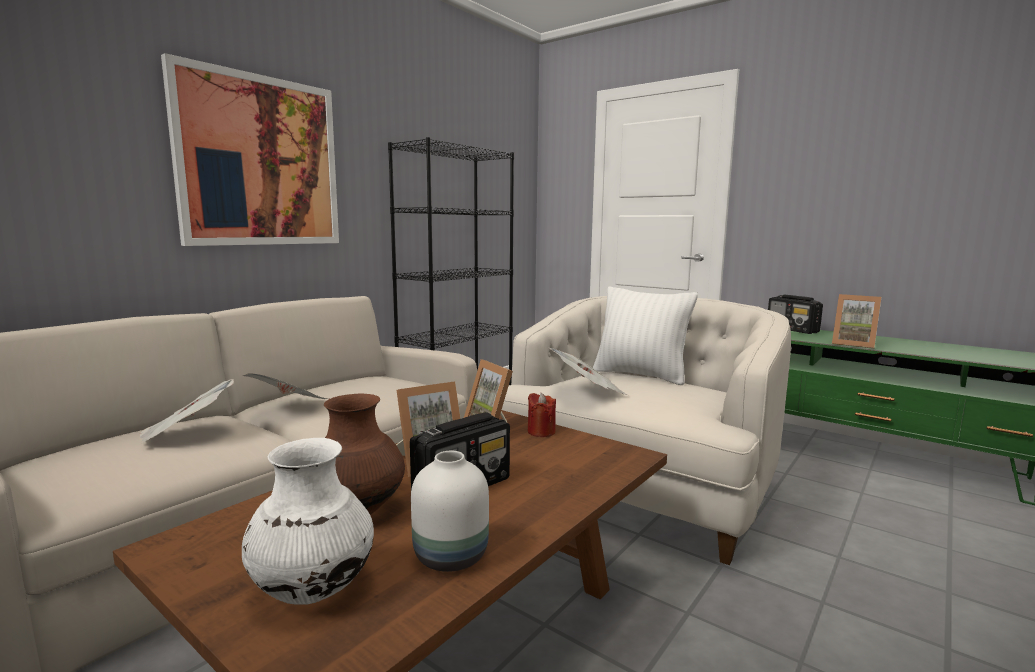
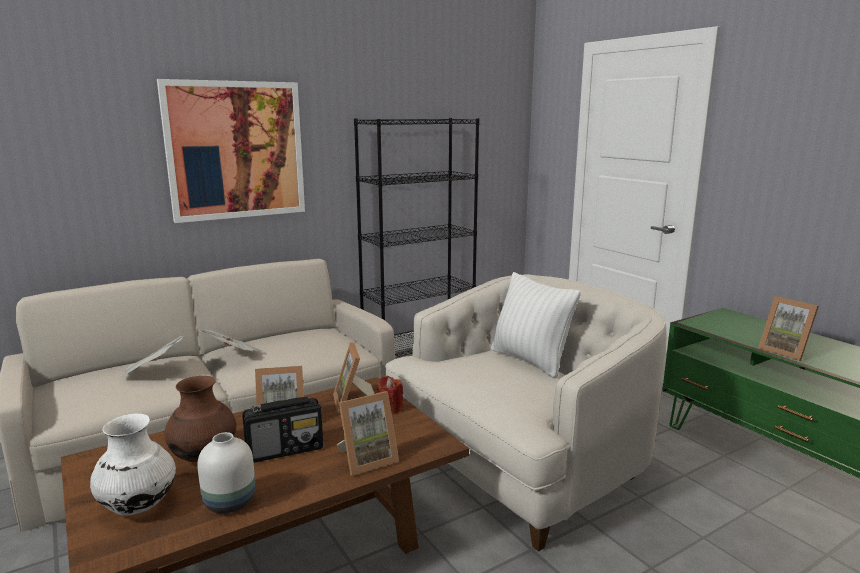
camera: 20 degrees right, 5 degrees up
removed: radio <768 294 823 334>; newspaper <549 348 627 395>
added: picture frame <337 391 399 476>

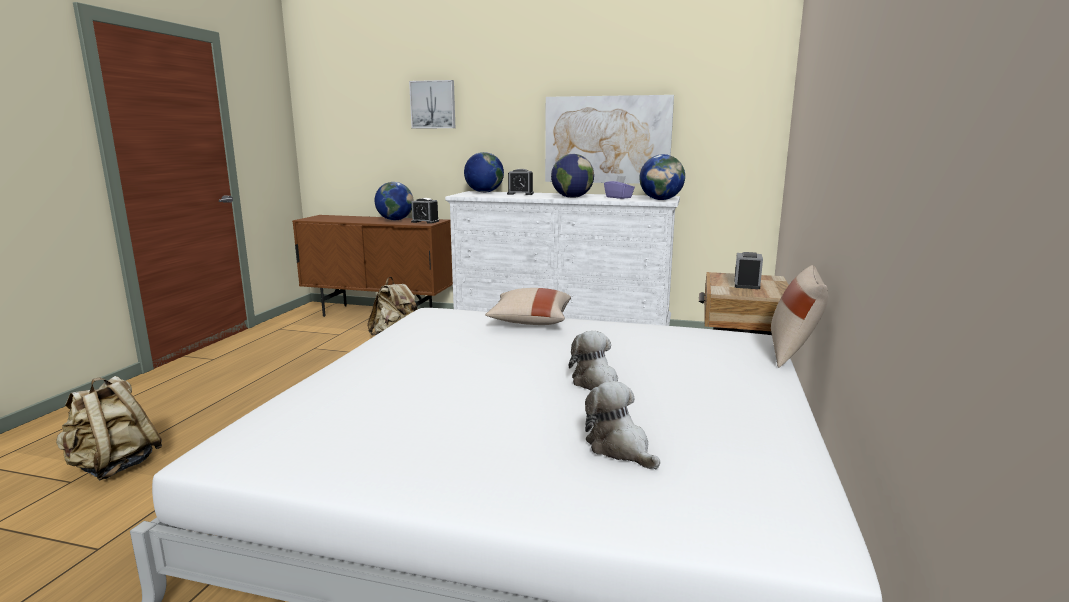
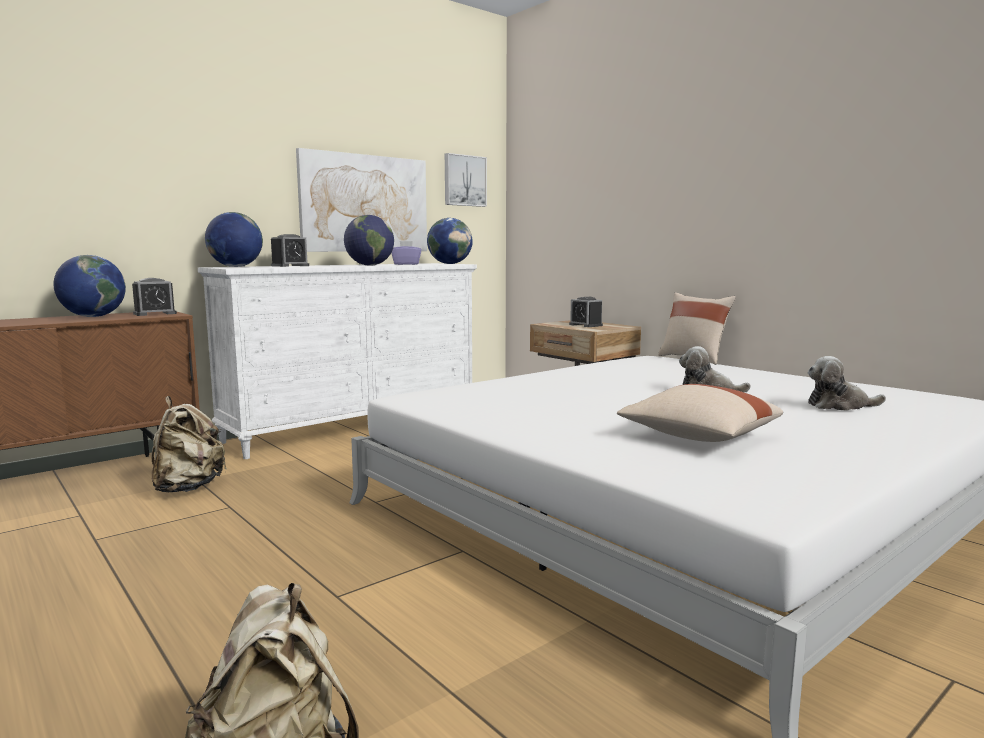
camera: 55 degrees left, 5 degrees down
moved: picture <409 80 455 128> to <445 153 487 207>; pillow (beige) <485 288 571 325> to <617 384 783 442>

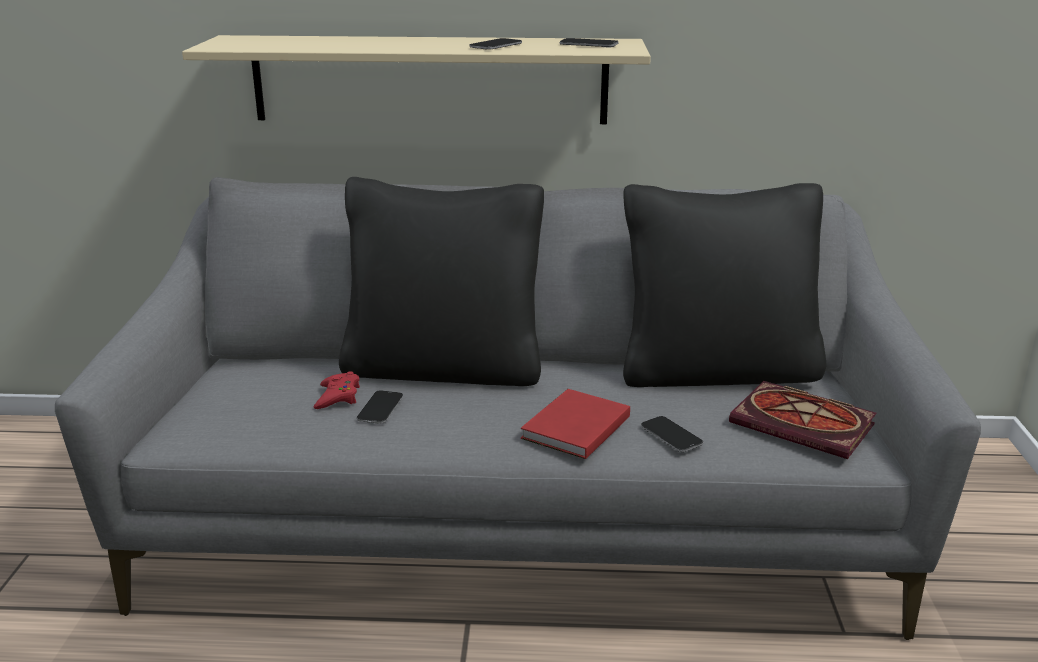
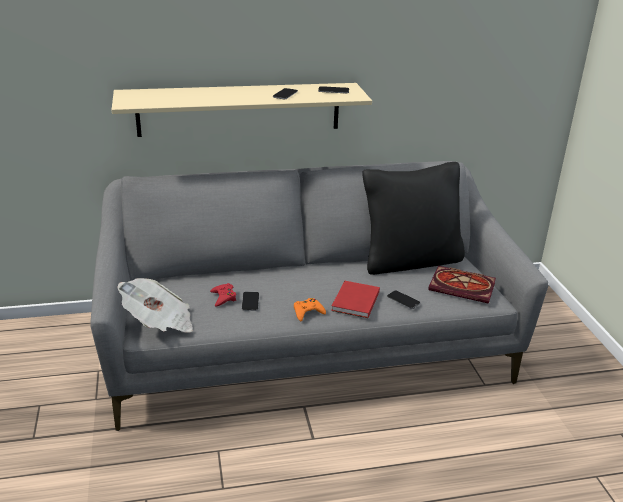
camera: 15 degrees left, 5 degrees up
removed: pillow (black) <339 177 544 386>
added: newspaper <117 278 193 333>; game controller (orange) <294 298 326 321>

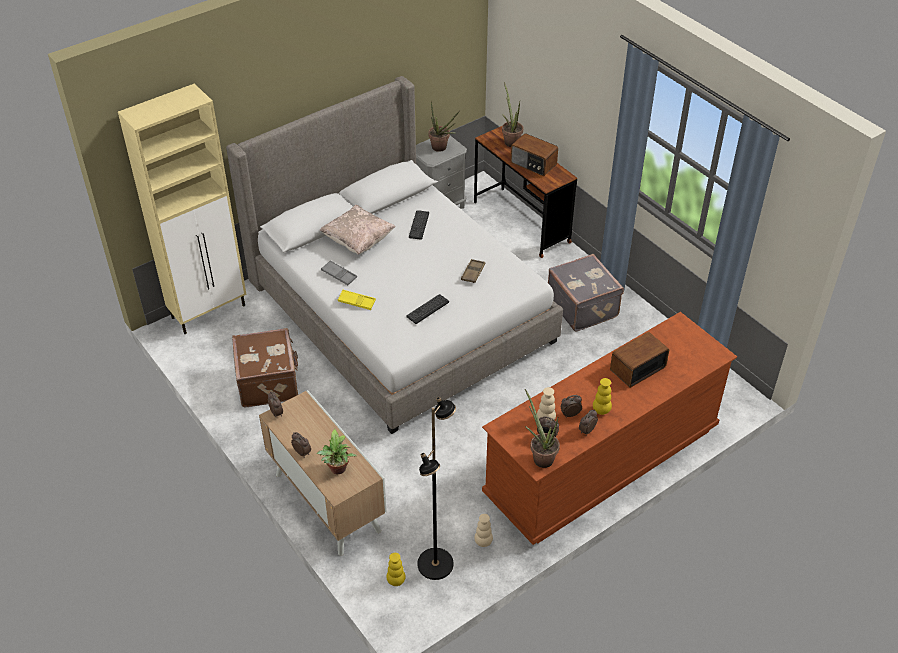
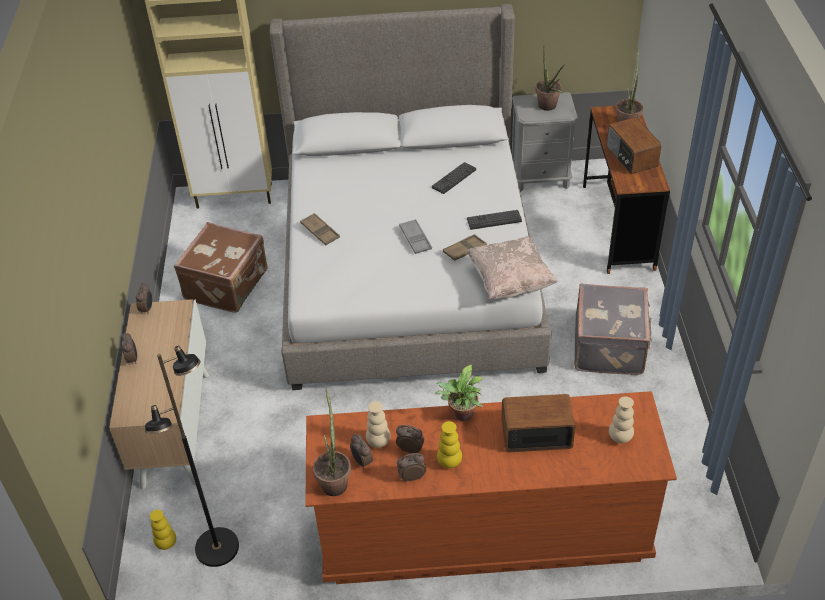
camera: 35 degrees right, 0 degrees up
moved: pillow (beige) <320 205 395 255> to <466 236 558 299>; tray (grey) <321 260 357 285> to <399 219 432 254>; keyboard <407 294 449 324> to <467 210 522 230>; potted plant <317 429 357 474> to <435 364 483 421>; vase (beige) <474 514 493 547> to <609 396 634 443>
recoloured: tray (yellow) <338 290 376 310> to tray (brown) <300 213 340 246>

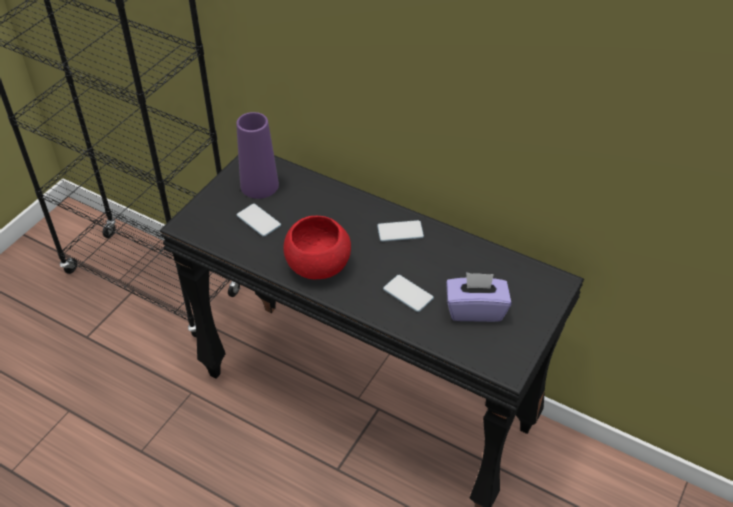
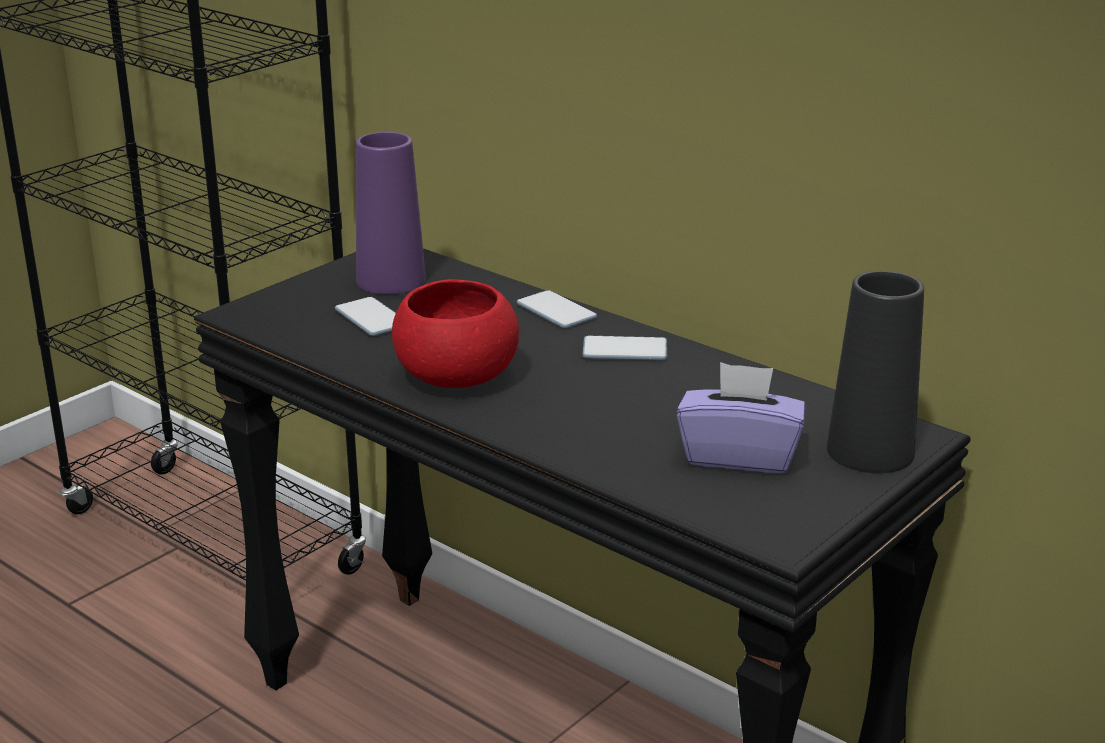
camera: 10 degrees right, 20 degrees down
added: vase (black) <827 271 924 473>
moved: phone <383 275 434 312> to <517 290 597 328>

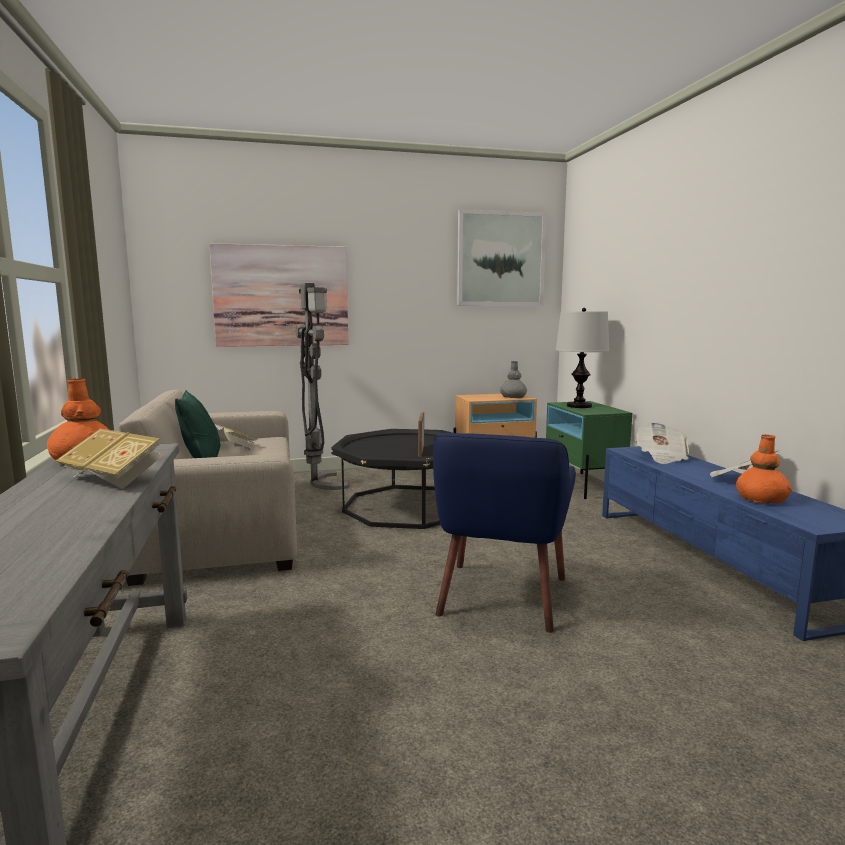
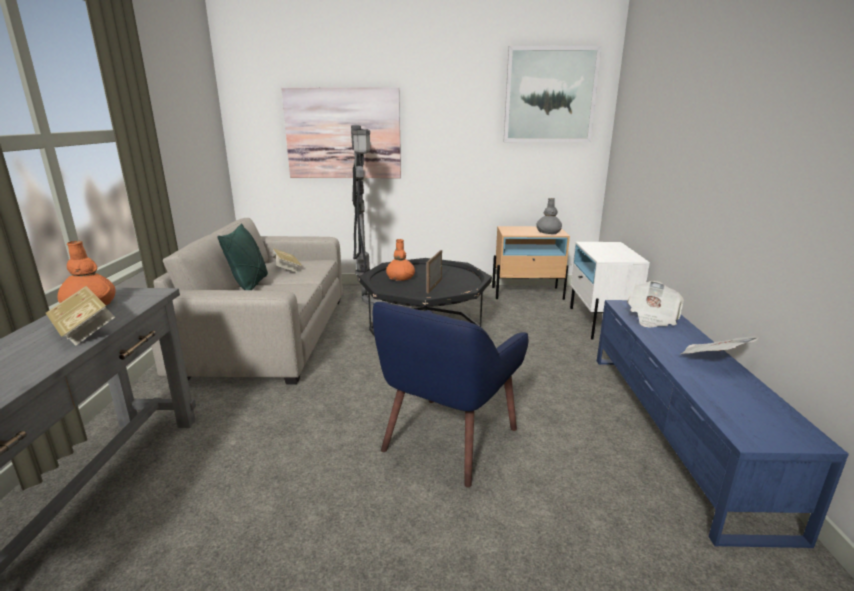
camera: 15 degrees right, 10 degrees up
removed: table lamp <556 308 609 408>
moved: vase (orange) <736 435 792 504> to <386 239 415 281>
recoloured: nightstand (green) <546 401 632 499> to nightstand (white) <570 242 650 339>

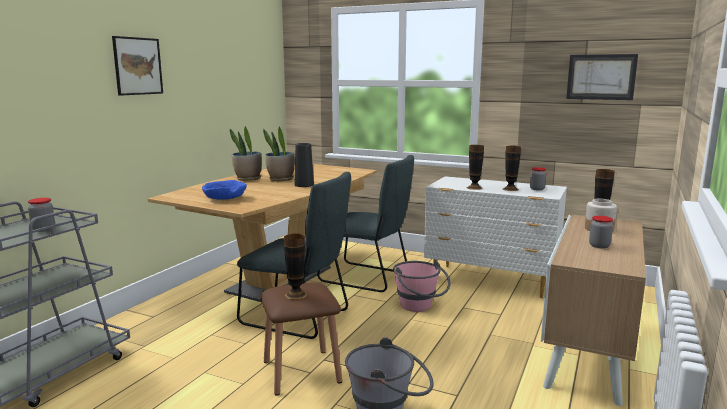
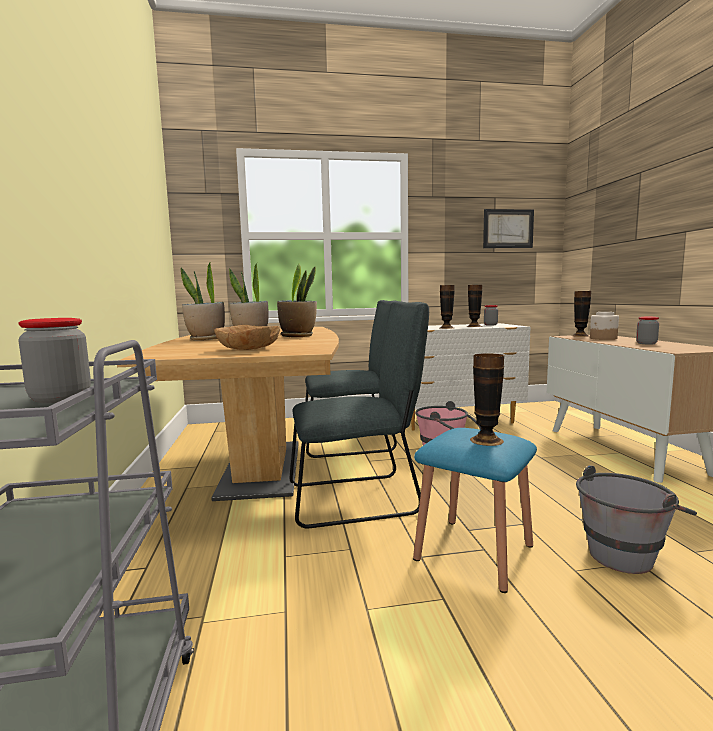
camera: 35 degrees left, 5 degrees down
removed: picture <112 36 163 96>
replaced: vase (black) <295 143 314 187> to potted plant <277 263 317 337>
recoloured: bowl (blue) <202 180 247 200> to bowl (brown) <214 325 280 350>; stool (brown) <261 282 342 396> to stool (blue) <413 428 537 593>

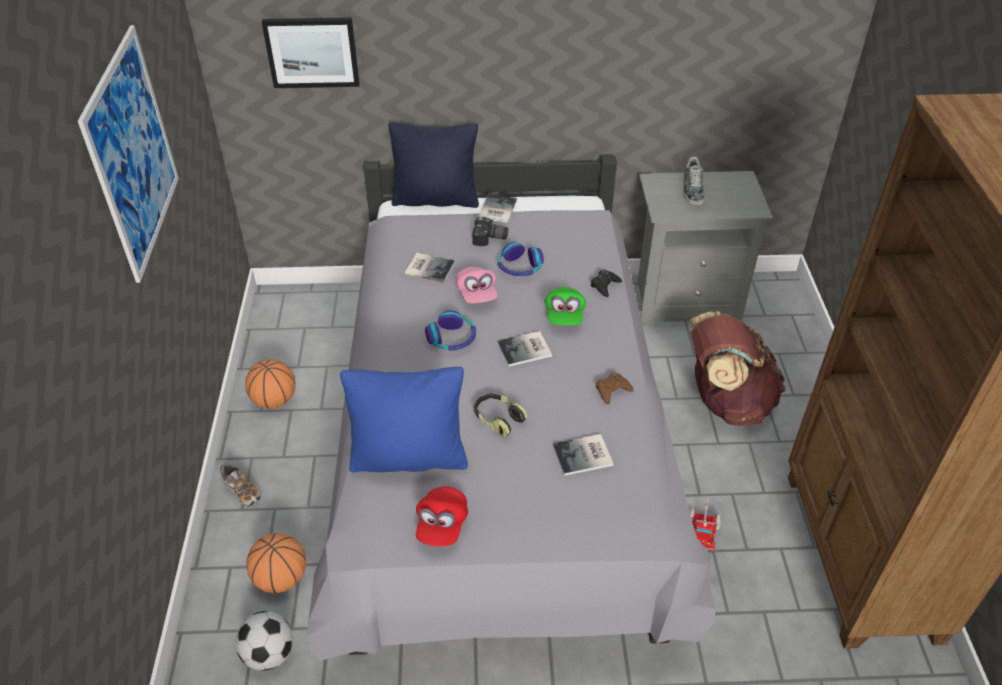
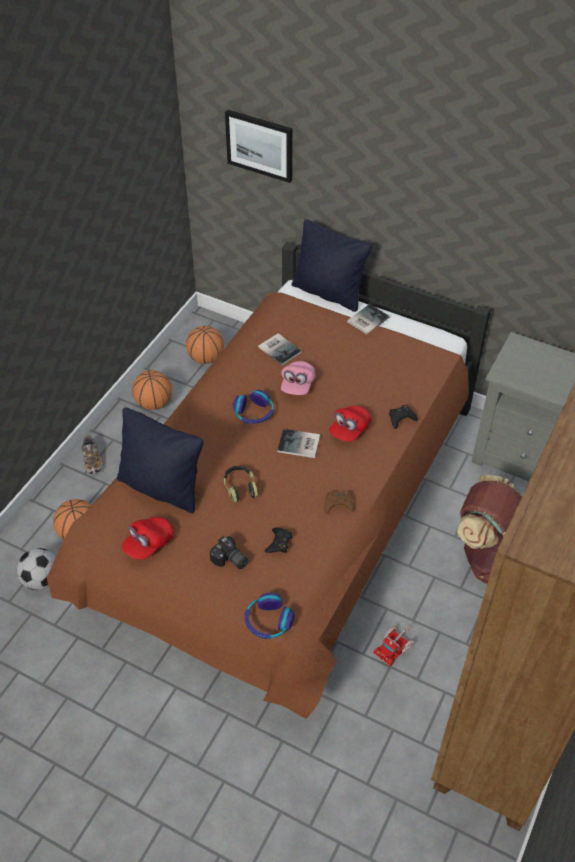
camera: 30 degrees right, 5 degrees up
removed: picture <78 25 179 283>; shoe <683 157 705 206>
added: basketball <186 326 224 364>
moved: photo camera <472 217 508 246> to <209 536 248 569>; headphones <498 242 544 276> to <245 593 295 639>
replaced: book <553 434 614 476> to game controller (black) <264 528 292 553>
recoloured: bed (grey) <307 156 716 661> to bed (brown) <47 242 491 719>; cap (green) <545 287 586 325> to cap (red) <329 406 371 442>; pillow (blue) <340 367 468 473> to pillow (black) <117 408 203 513>

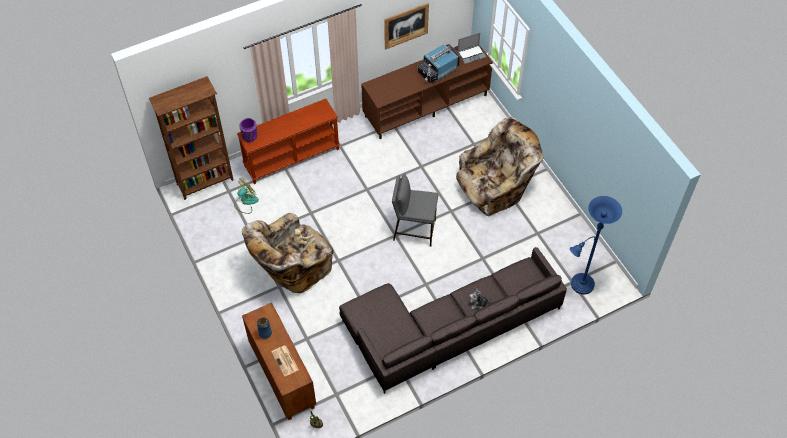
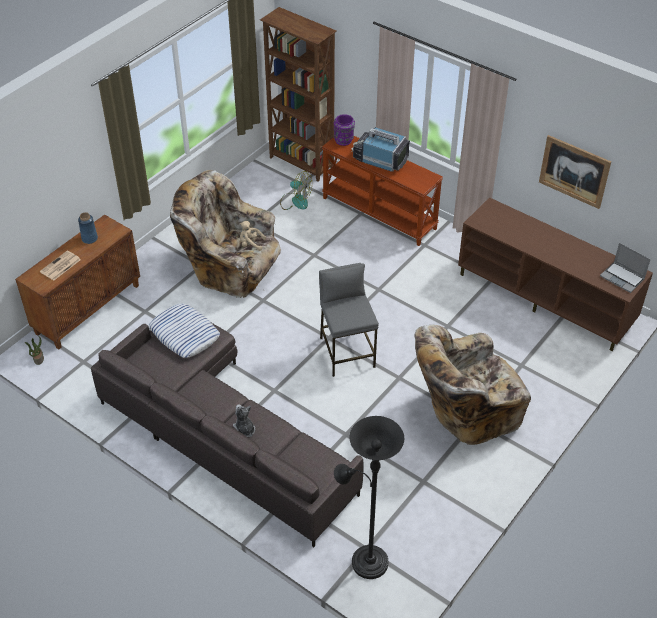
camera: 65 degrees right, 10 degrees down
added: pillow <149 304 220 358>
moved: television <418 44 460 83> to <351 127 410 172>
recoloured: floor lamp (blue) <570 196 622 295> to floor lamp (black) <334 416 404 579>
turned: armchair (beige) <456 117 543 217> = <415 325 531 445> 120 degrees clockwise

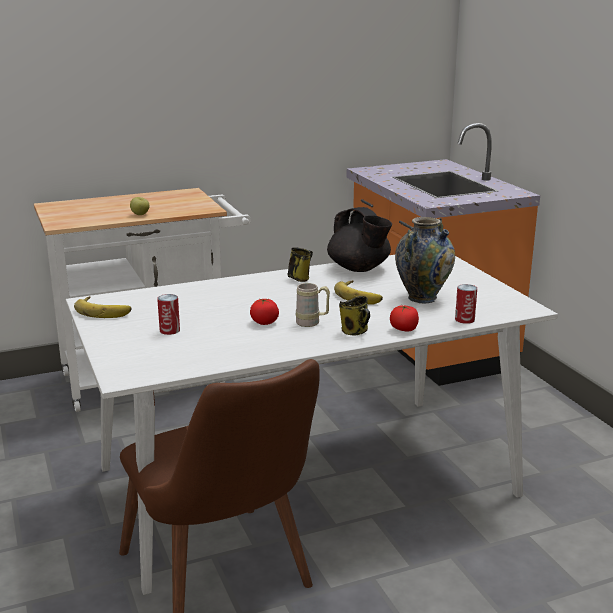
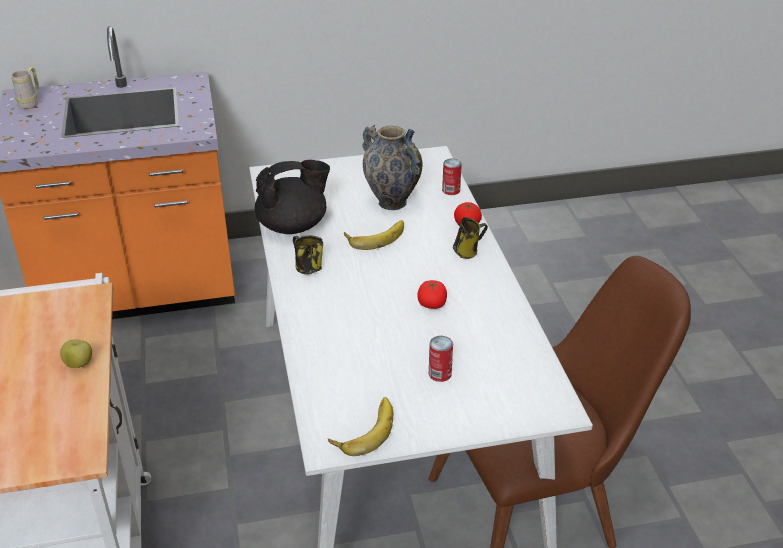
camera: 80 degrees left, 15 degrees up
moved: mug (beige) <296 283 330 327> to <11 67 39 109>

